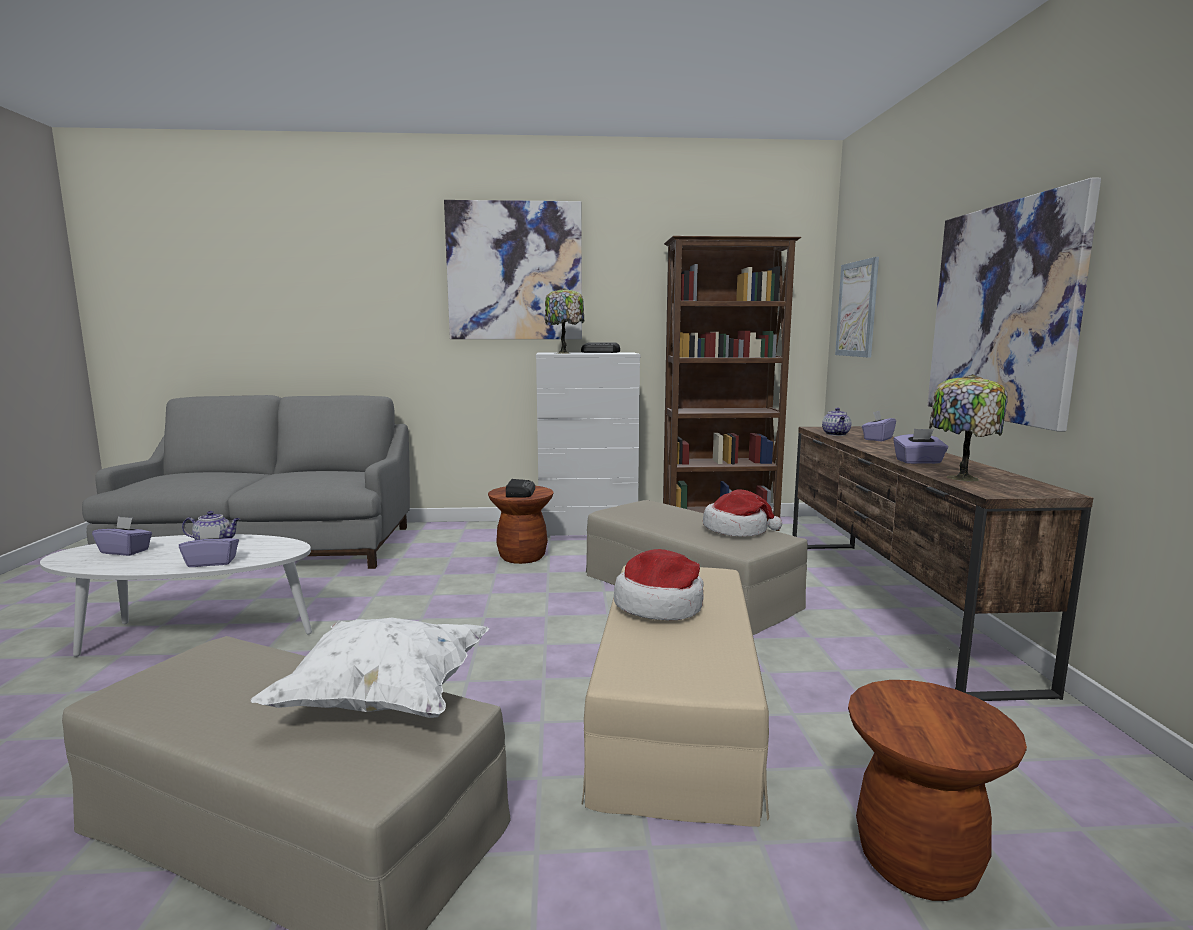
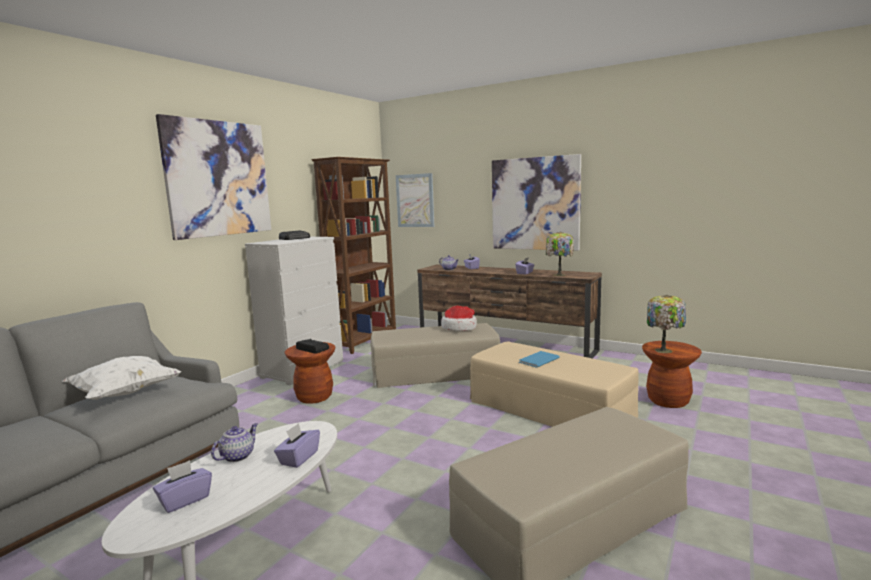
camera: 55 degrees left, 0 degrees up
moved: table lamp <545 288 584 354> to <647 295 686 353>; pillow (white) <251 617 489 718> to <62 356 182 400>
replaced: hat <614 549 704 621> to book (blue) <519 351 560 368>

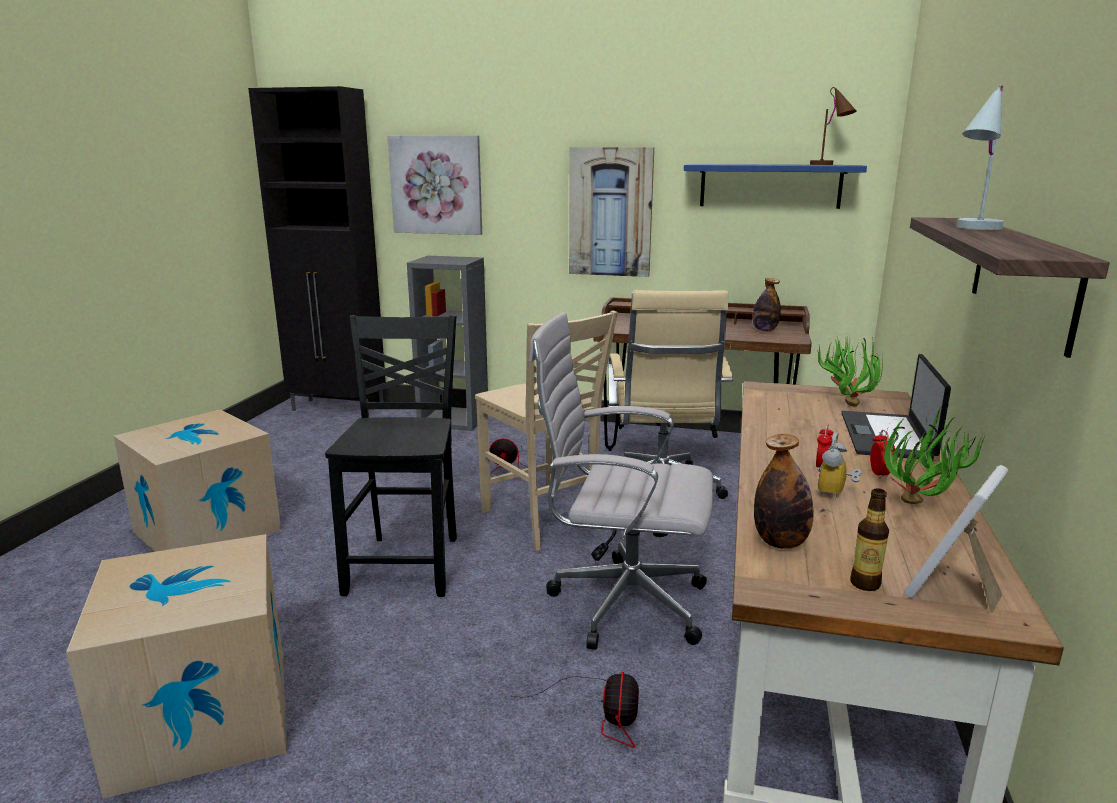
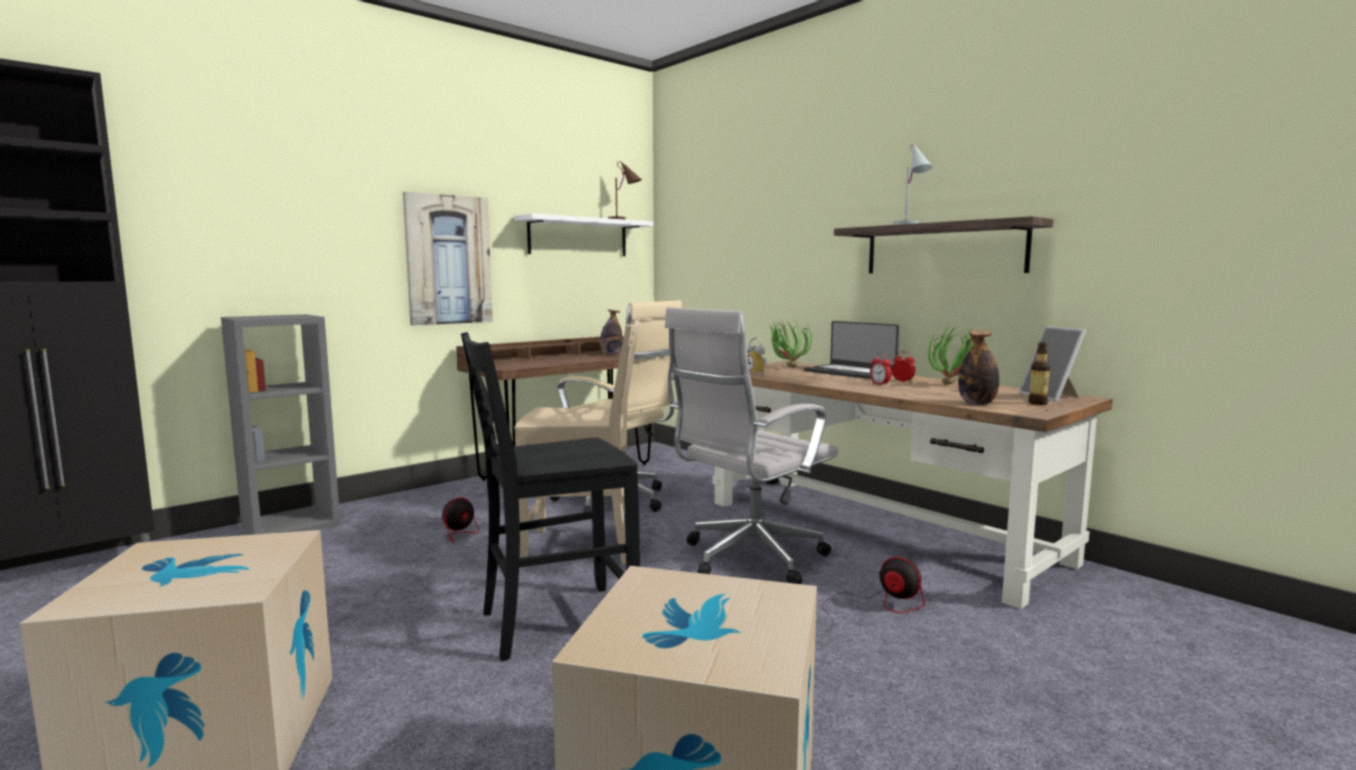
camera: 55 degrees left, 10 degrees down
removed: picture <387 135 482 235>
moved: alarm clock <818 432 861 500> to <747 337 768 375>
recoloured: shelf (blue) <684 164 867 209> to shelf (white) <514 213 653 256>
turned: chair (black) <325 315 457 597> = <461 332 640 661> 60 degrees counterclockwise

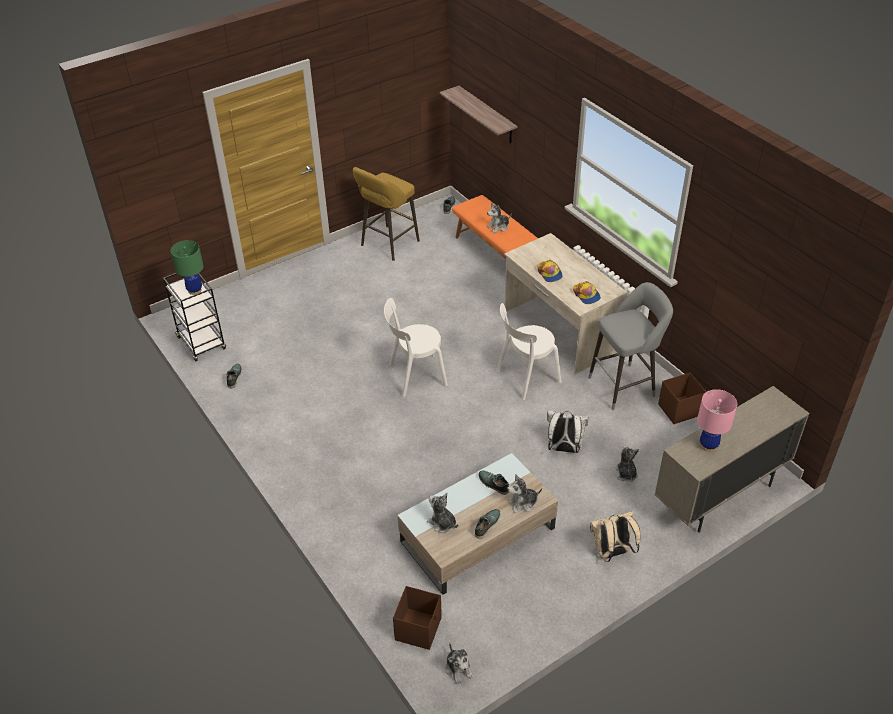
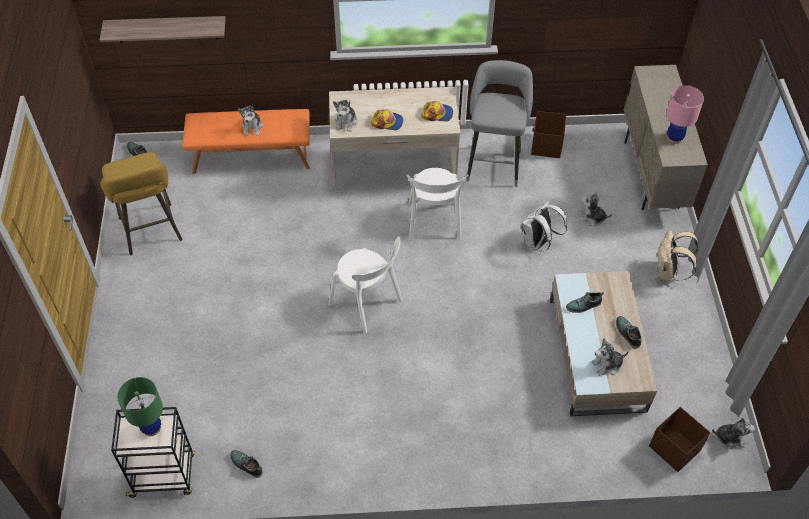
camera: 60 degrees left, 10 degrees up
moved: plush toy <507 474 542 513> to <333 100 357 132>
turned: chair (white) <384 298 448 397> = <328 236 403 334> 60 degrees counterclockwise

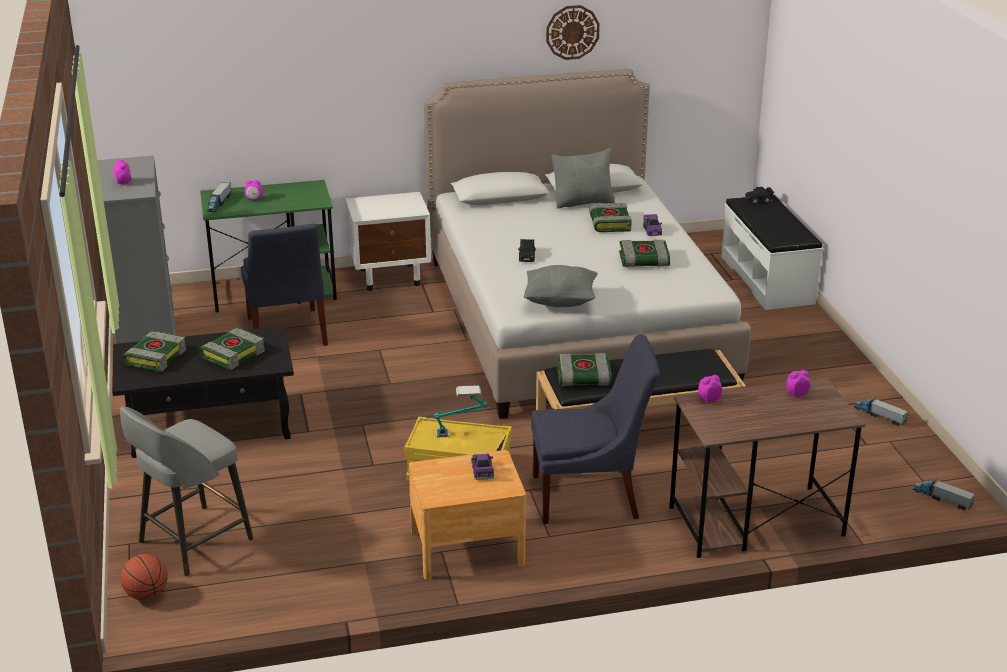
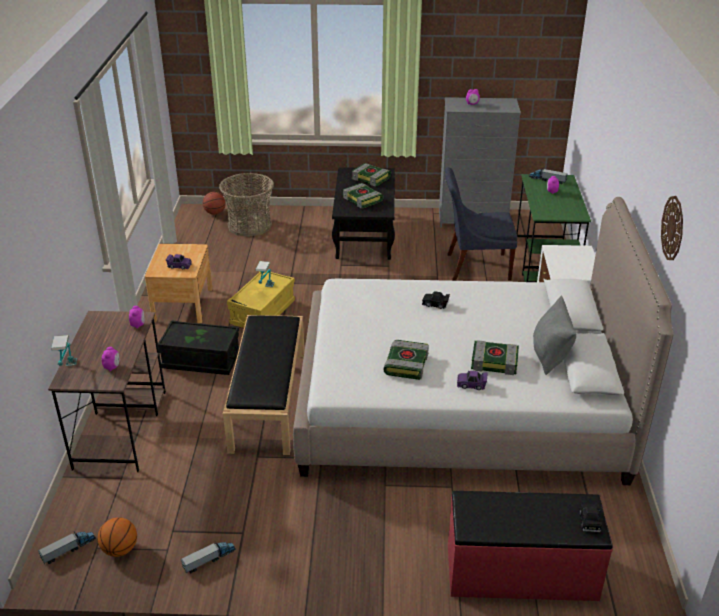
camera: 105 degrees right, 5 degrees up
removed: pillow (grey) <524 265 598 307>; book <557 353 612 386>
added: table lamp <51 335 77 366>; basketball <98 517 137 557>
replaced: chair (blue) <531 334 660 524> to storage box (black) <158 320 239 375>; stool (grey) <120 406 253 576> to basket <219 173 274 237>
recoloured: bench (white) <721 194 823 310> to bench (red) <448 491 613 601>

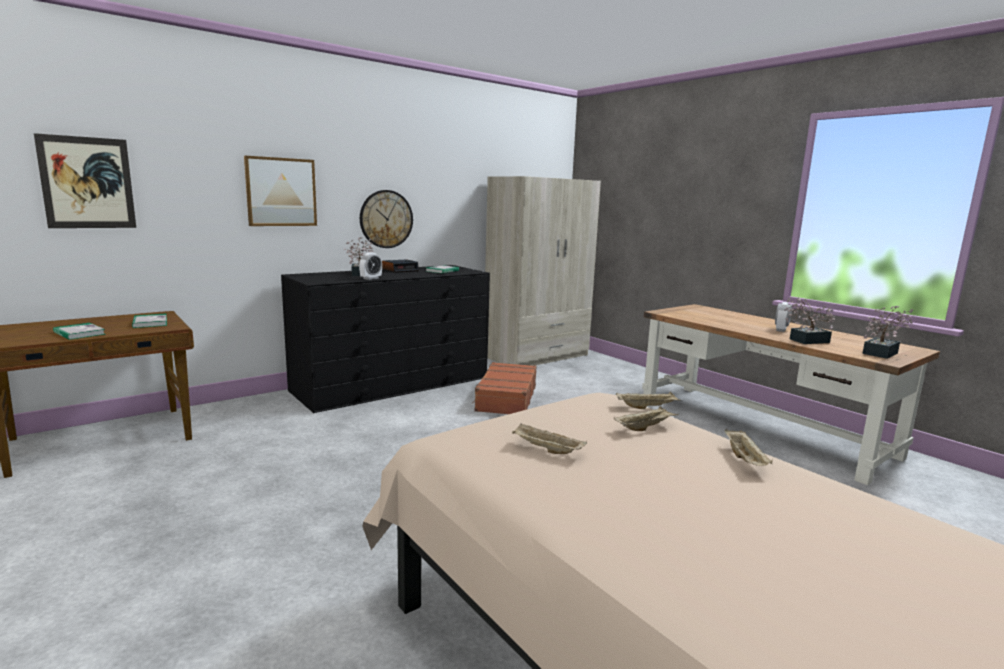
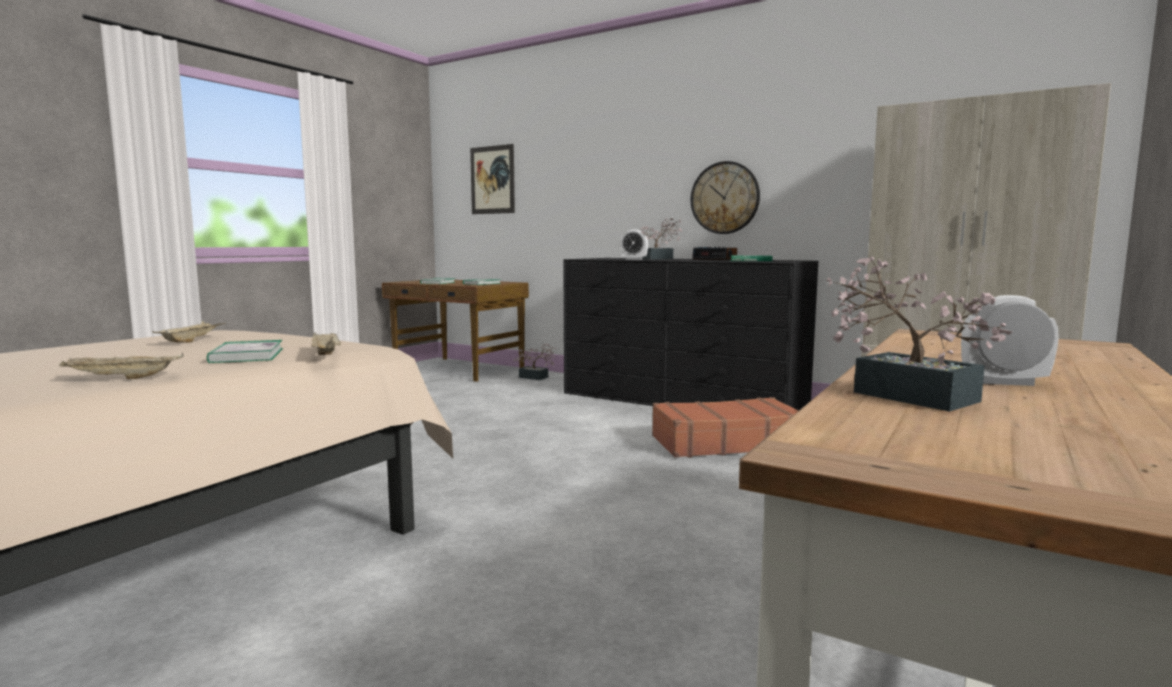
camera: 70 degrees right, 5 degrees down
removed: picture <244 156 317 226>
moved: potted plant <862 306 913 359> to <513 344 557 380>
replaced: tray (beige) <614 406 678 431> to book <207 340 283 363>

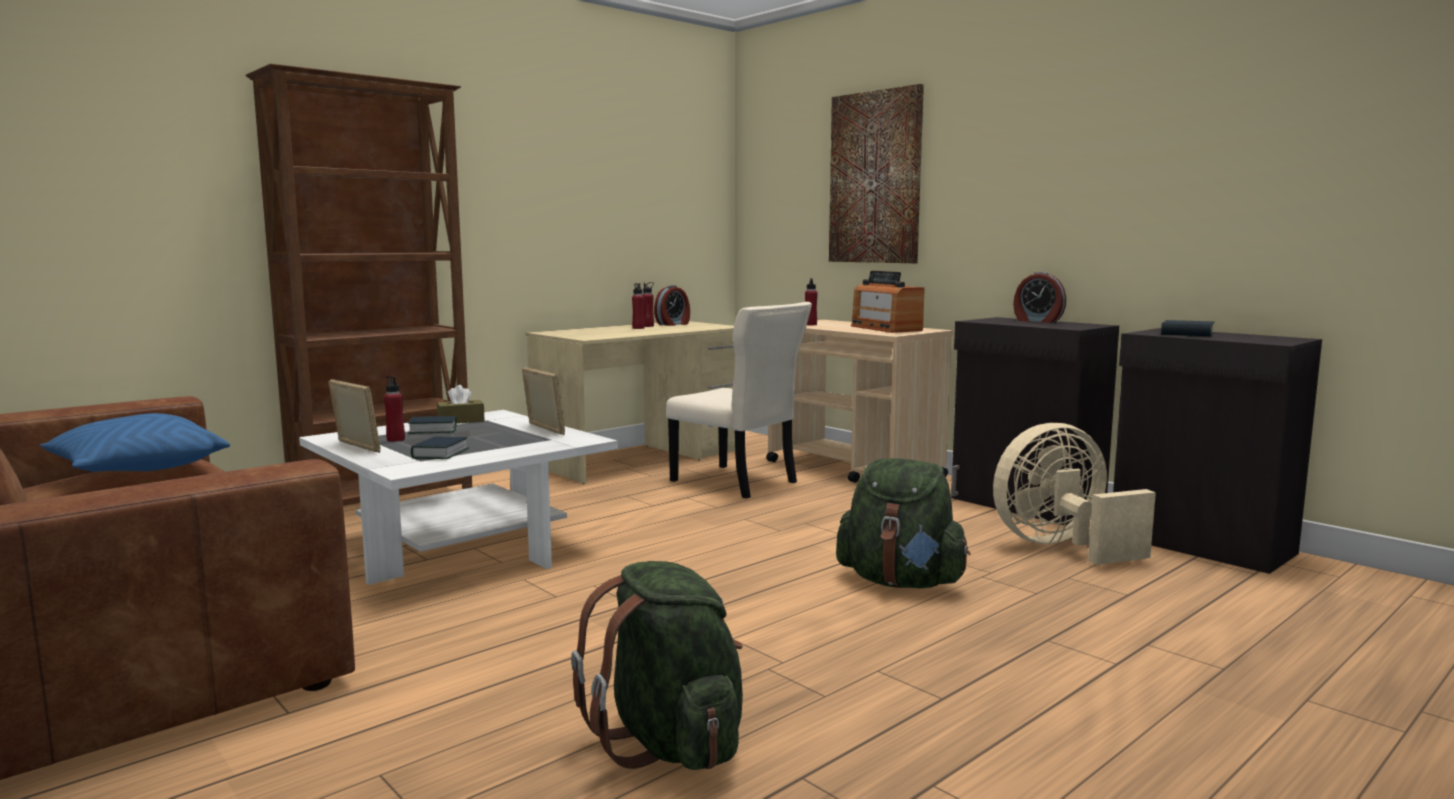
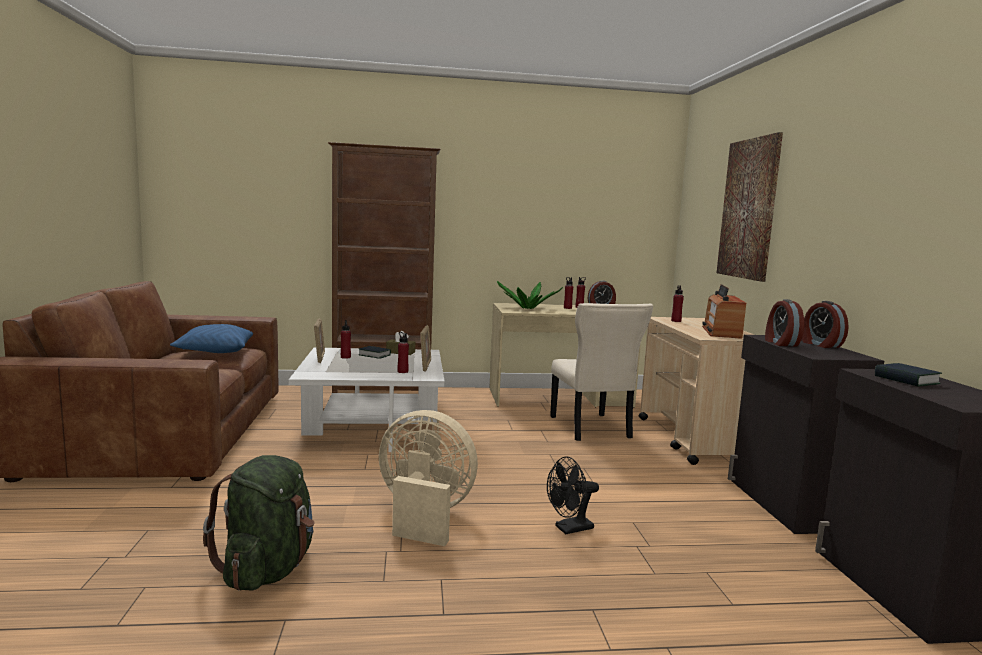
camera: 35 degrees right, 0 degrees up
removed: book <411 436 469 459>
added: potted plant <497 281 563 309>; alarm clock <765 299 804 347>; bottle (red) <397 332 409 373>
moved: fan (beige) <993 423 1156 565> to <379 410 478 546>
replaced: backpack (green) <836 458 970 588> to fan (black) <547 456 599 534>

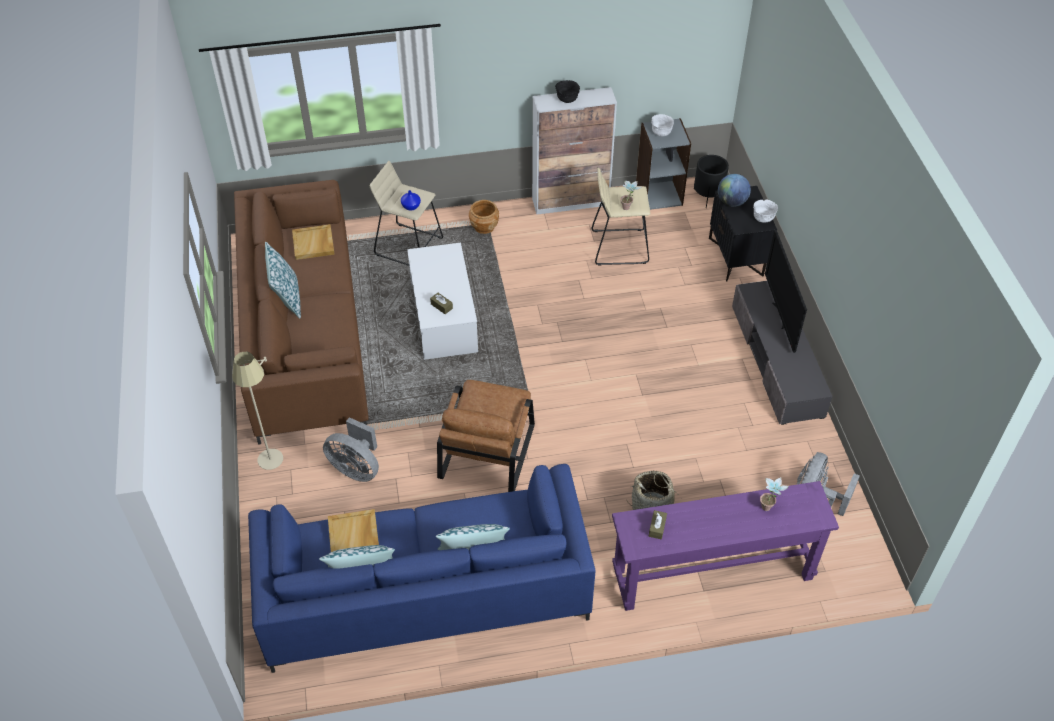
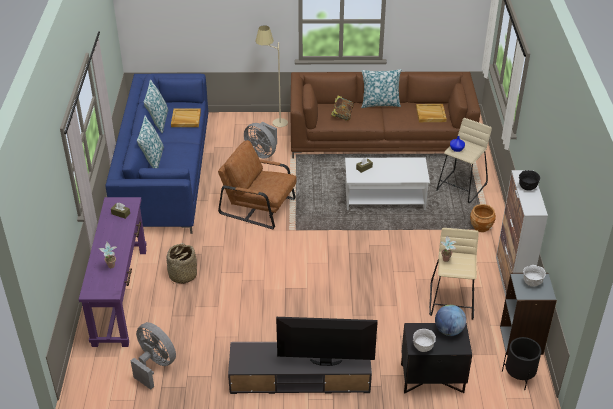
camera: 100 degrees right, 10 degrees down
added: book <331 96 353 121>
turned: fan (grey) <323 417 379 482> = <244 122 277 158> 90 degrees counterclockwise

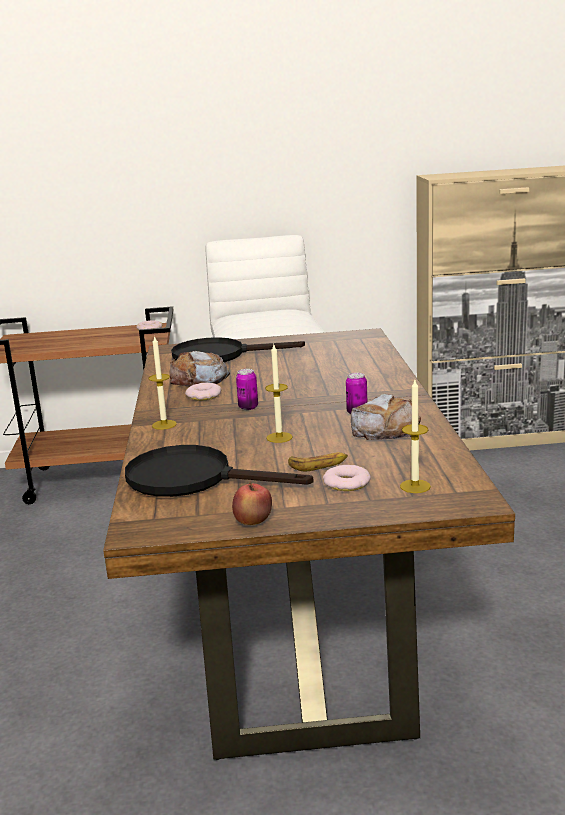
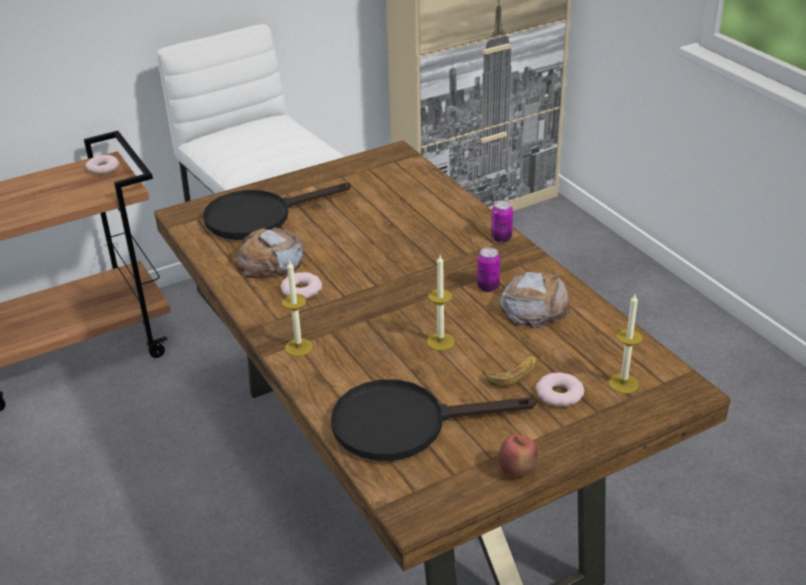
camera: 25 degrees left, 15 degrees up
moved: can <236 369 258 410> to <491 200 513 243>

